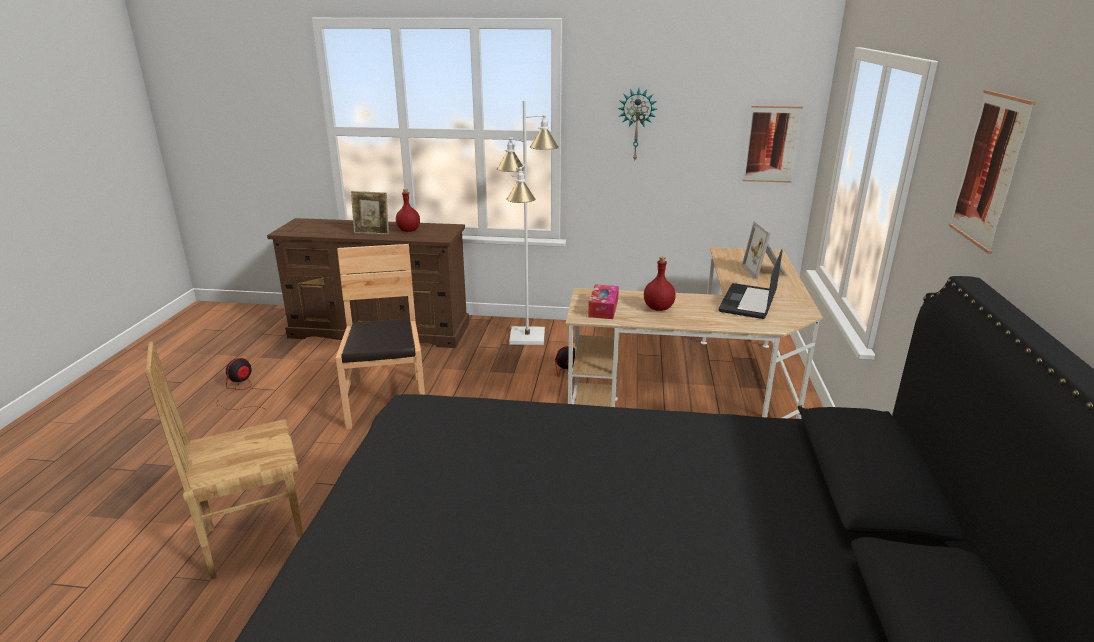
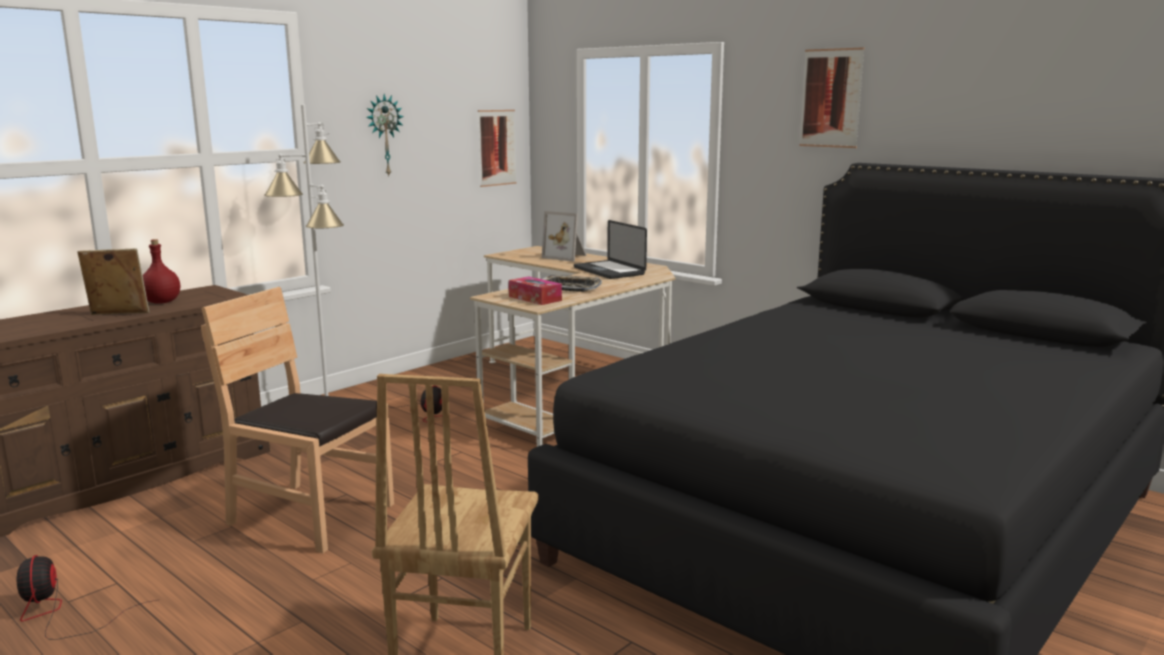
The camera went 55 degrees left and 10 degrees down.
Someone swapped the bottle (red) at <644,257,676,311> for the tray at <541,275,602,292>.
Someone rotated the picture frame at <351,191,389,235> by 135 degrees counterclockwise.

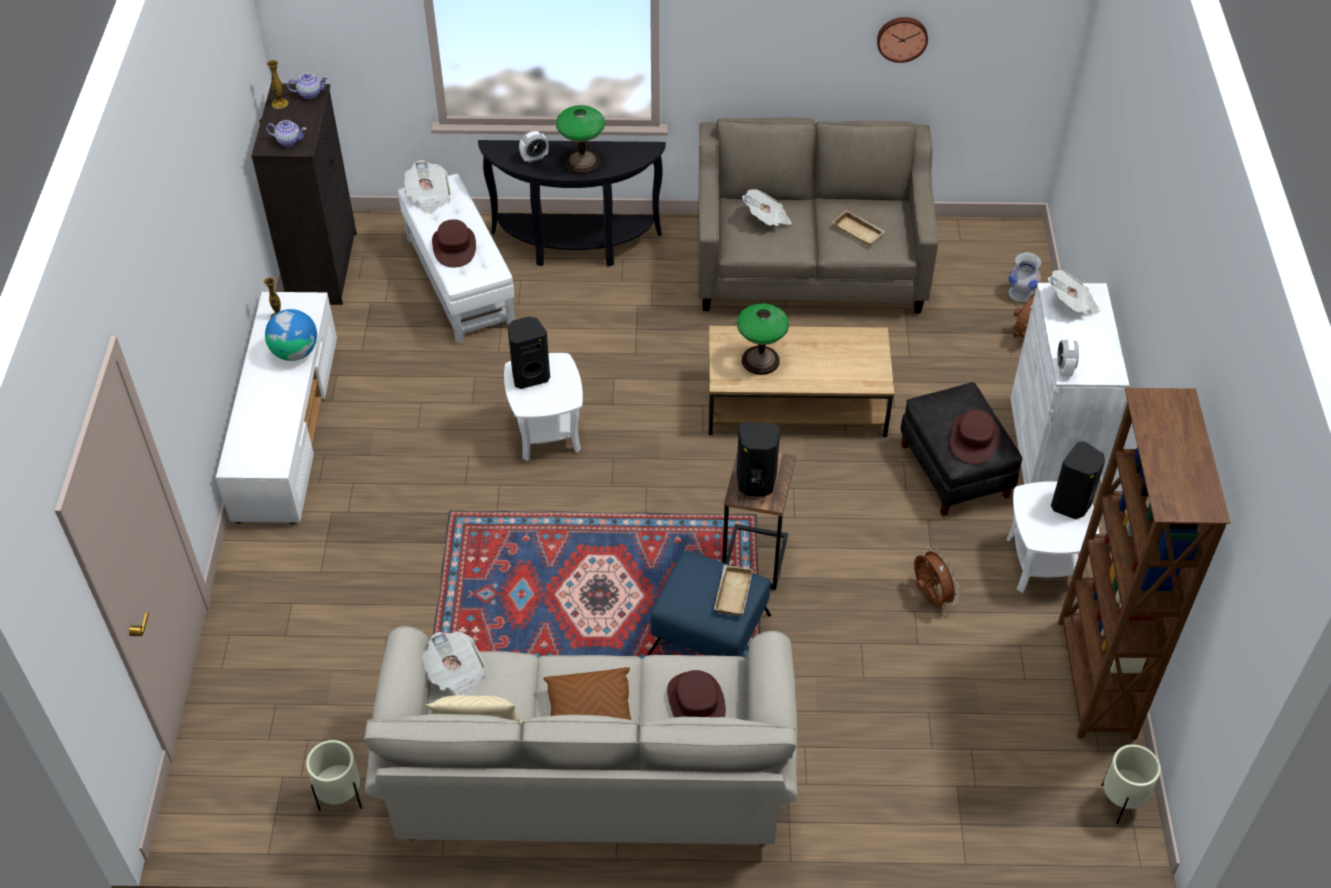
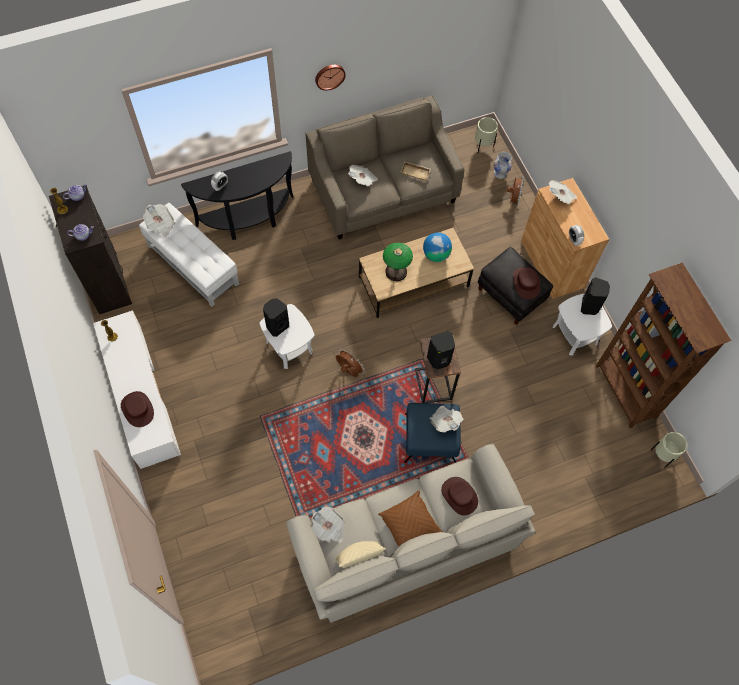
The camera went 25 degrees left and 15 degrees up.
Someone took away the table lamp at <556,105,605,175>.
Someone carried the globe from <265,309,317,361> to <423,233,452,262>.
Someone carried the planter (beige) from <306,740,362,811> to <475,117,498,152>.
Someone carried the hat (brown) from <432,219,476,267> to <121,391,154,427>.
Someone carried the wall clock from <877,17,928,63> to <315,65,346,91>.
Someone carried the fan (brown) from <914,547,959,607> to <336,348,365,377>.
Someone swapped the tray (beige) at <714,565,753,616> for the newspaper at <429,406,463,432>.
Someone repainted the cabinet (white) at <1010,283,1129,497>, which became the cabinet (brown) at <521,178,609,299>.

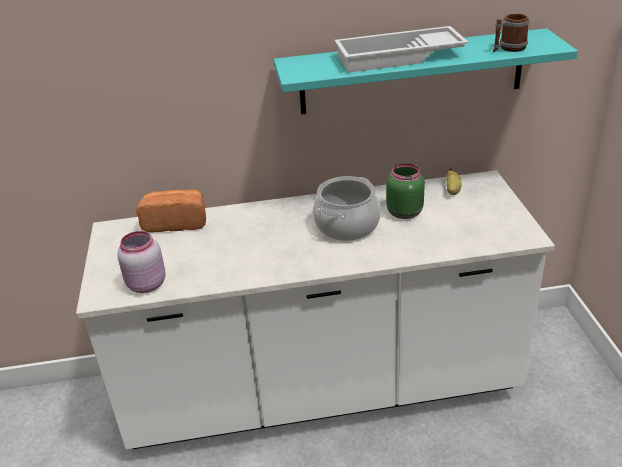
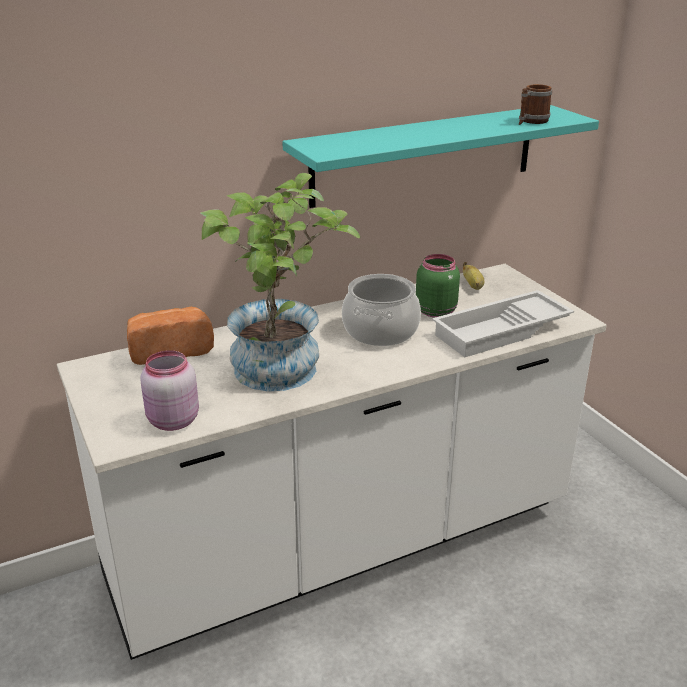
The camera went 20 degrees left and 5 degrees down.
Someone put down the potted plant at <200,173,360,392>.
Someone carried the tray (white) from <334,26,468,73> to <432,290,574,357>.

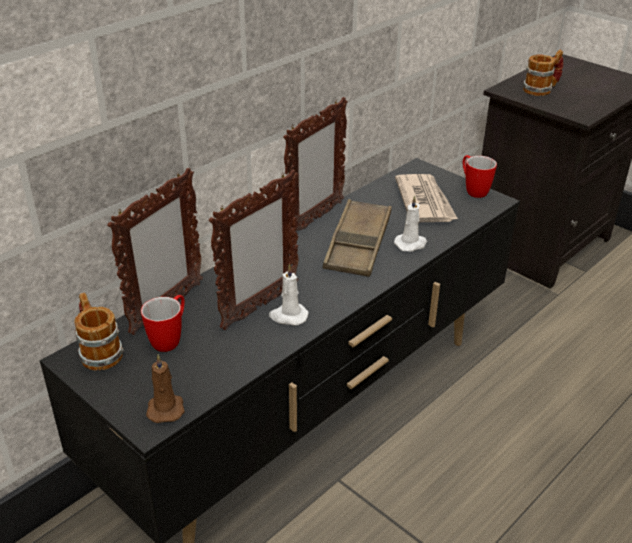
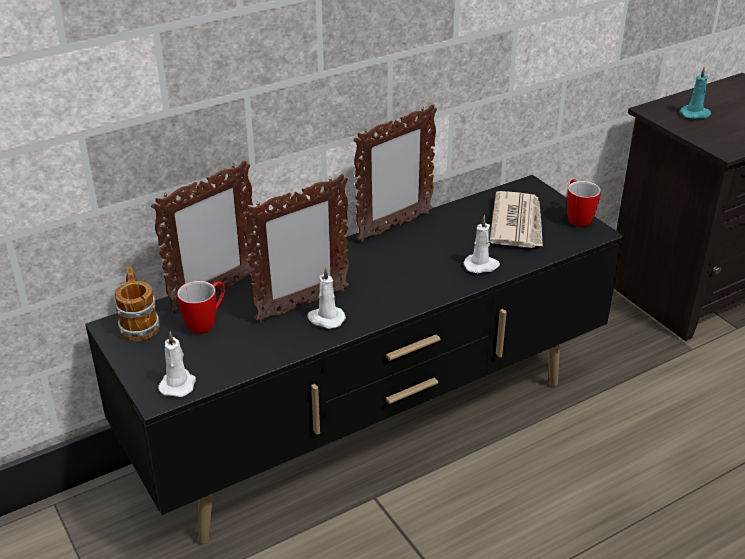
The camera went 15 degrees right and 0 degrees up.
Someone took away the tray (brown) at <322,199,392,277>.
Someone swapped the mug at <523,50,563,96> for the candle (turquoise) at <680,66,711,119>.
Someone repainted the candle (brown) at <146,354,185,423>, which became the candle (white) at <158,331,196,397>.

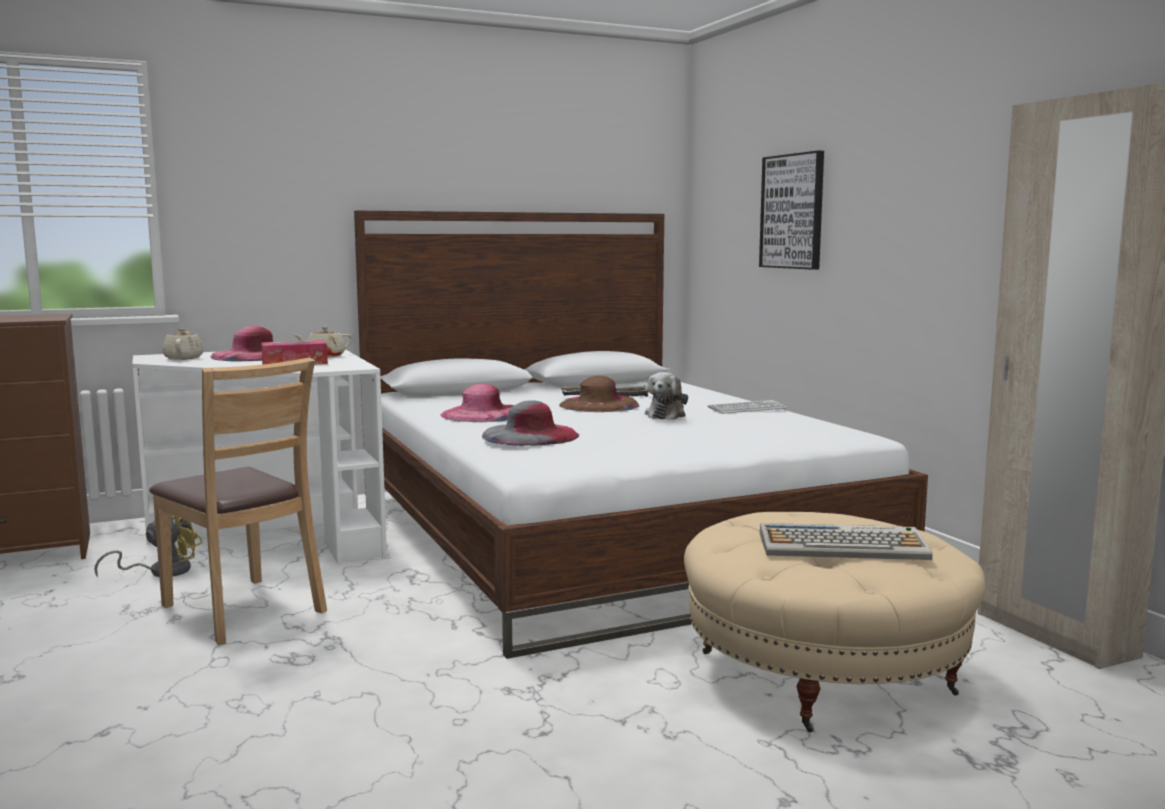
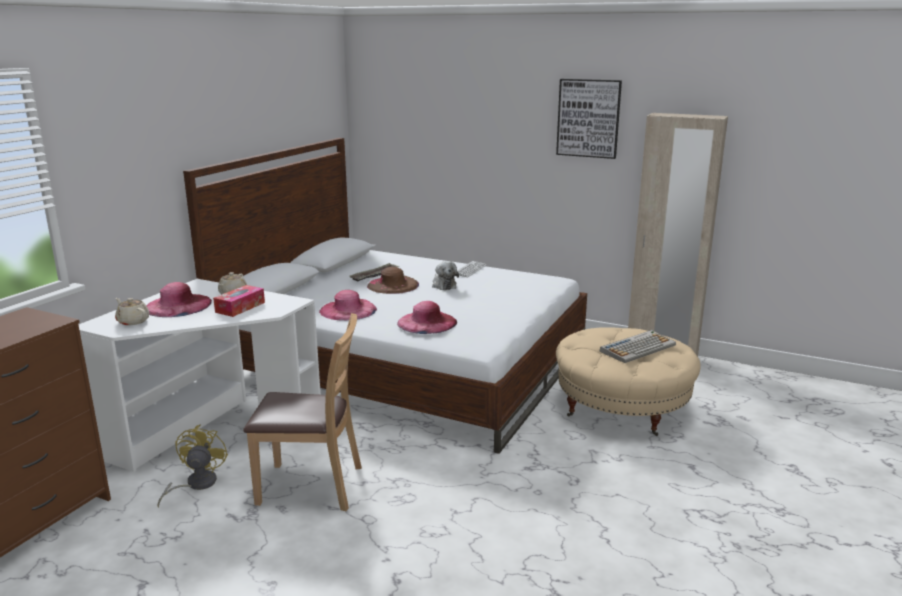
The camera went 40 degrees left and 10 degrees up.
Someone carried the picture from <759,150,824,270> to <556,79,622,159>.
Someone repainted the hat (grey) at <482,400,579,446>, which became the hat (pink) at <397,301,457,334>.

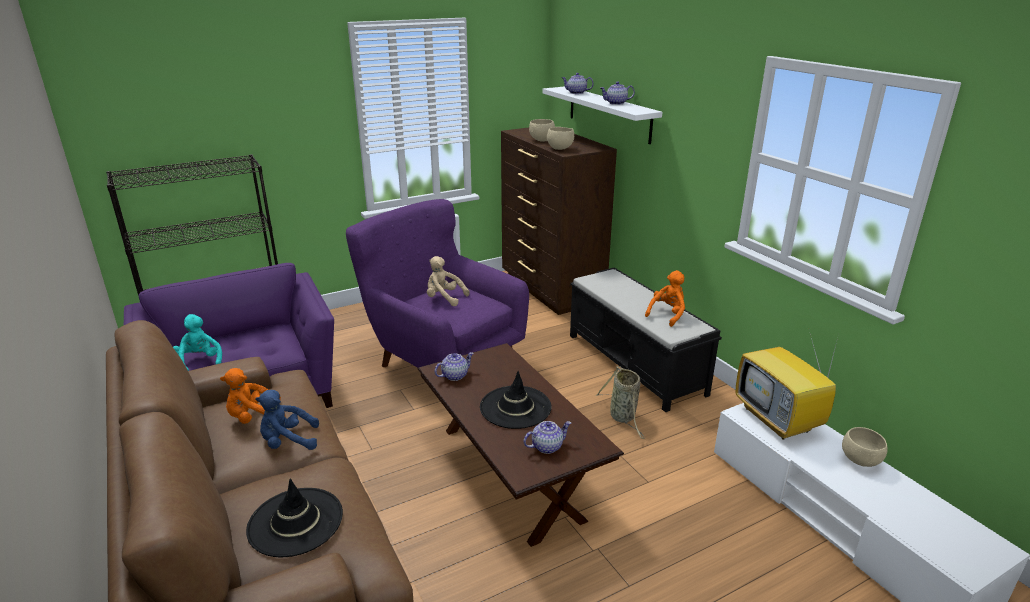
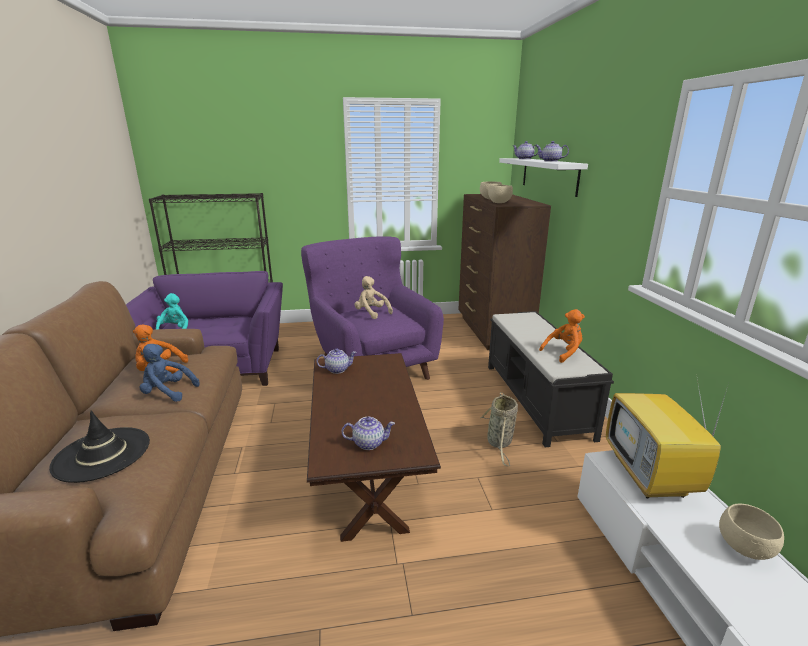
The camera went 20 degrees right and 5 degrees down.
Someone took away the hat (black) at <480,371,552,429>.

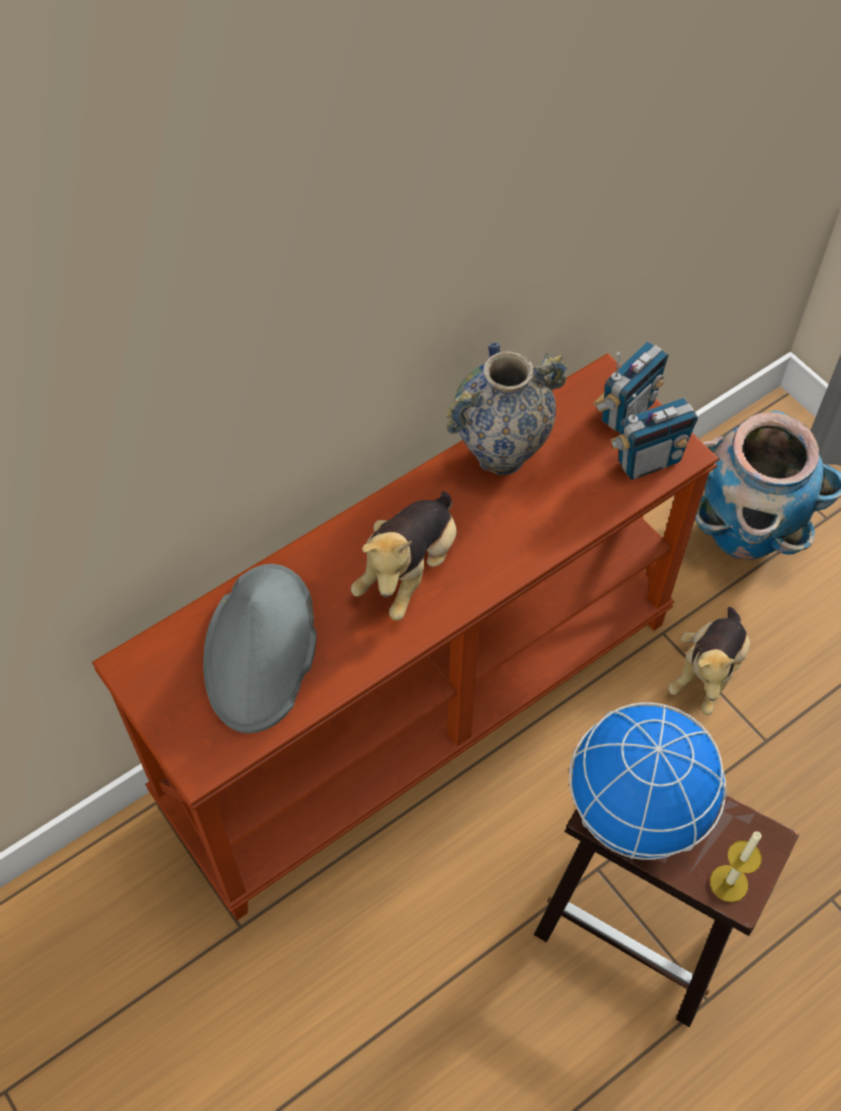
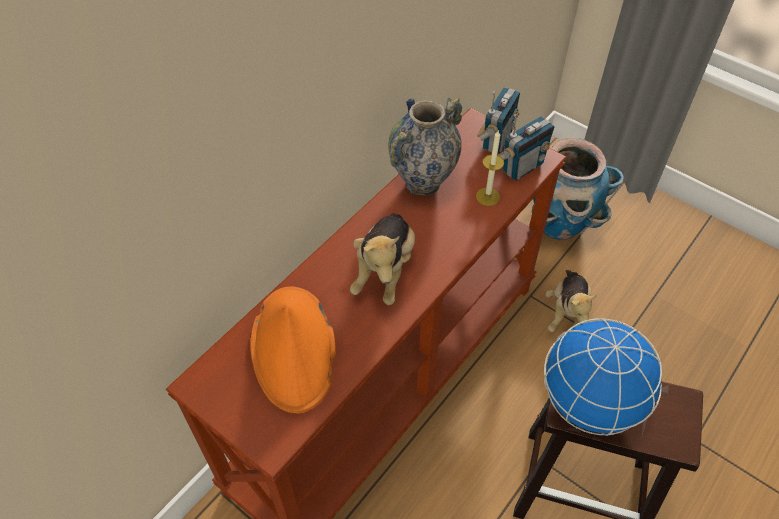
The camera went 15 degrees left and 5 degrees down.
Someone carried the candle from <710,832,762,902> to <476,131,504,206>.
Someone repainted the hat (grey) at <203,564,316,733>, which became the hat (orange) at <250,287,336,413>.

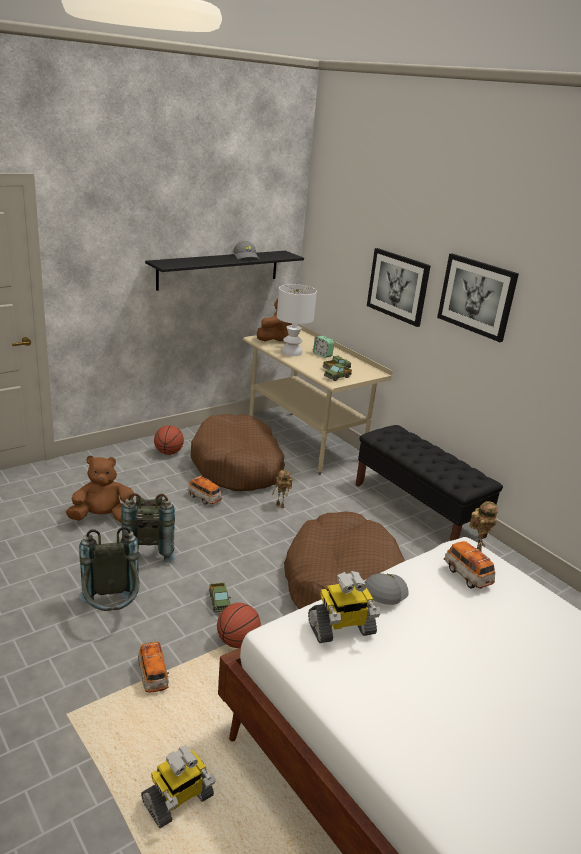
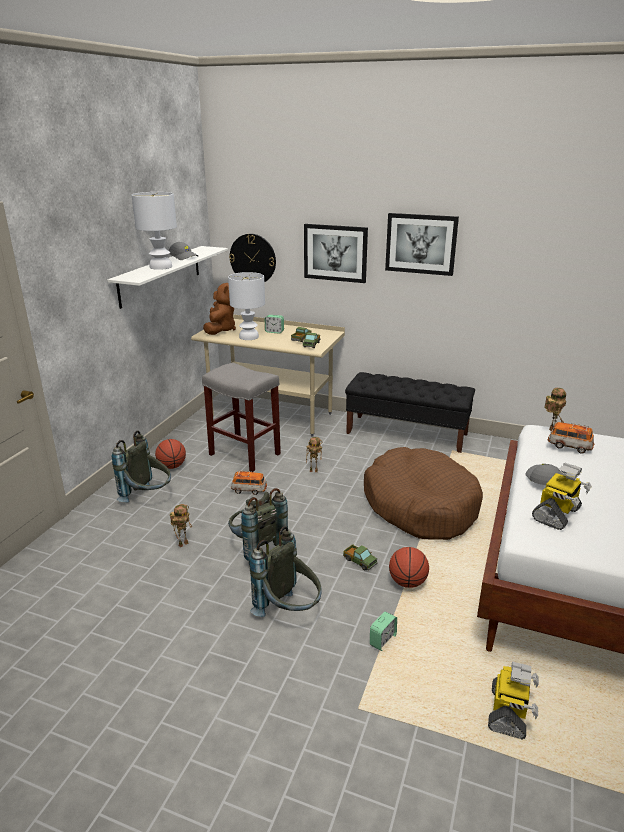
The camera went 30 degrees left and 0 degrees up.
Someone put down the backpack (grey) at <112,431,171,502>.
Someone put down the table lamp (white) at <132,192,177,270>.
Someone put up the wall clock at <229,234,276,282>.
Someone swapped the plush toy (brown) at <66,455,134,522> for the toy robot at <170,504,192,547>.
Someone swapped the toy car at <138,642,169,692> for the alarm clock at <370,611,397,651>.
Someone swapped the dog bed (brown) at <191,414,285,491> for the stool (grey) at <202,363,281,472>.
Someone repainted the shelf (black) at <145,251,304,291>, which became the shelf (white) at <108,246,228,309>.

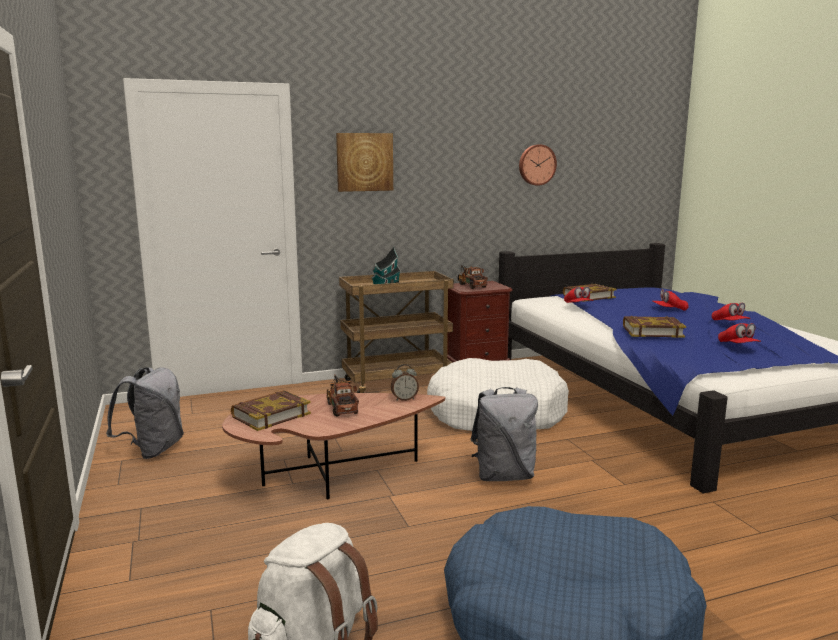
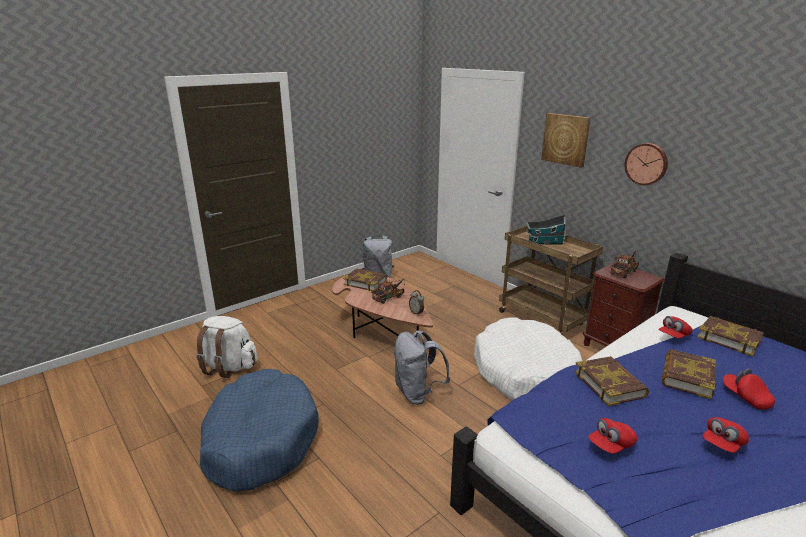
The camera went 70 degrees right and 10 degrees up.
Someone put down the book at <662,349,716,399>.
Someone carried the wall clock from <519,144,557,186> to <624,143,668,185>.

